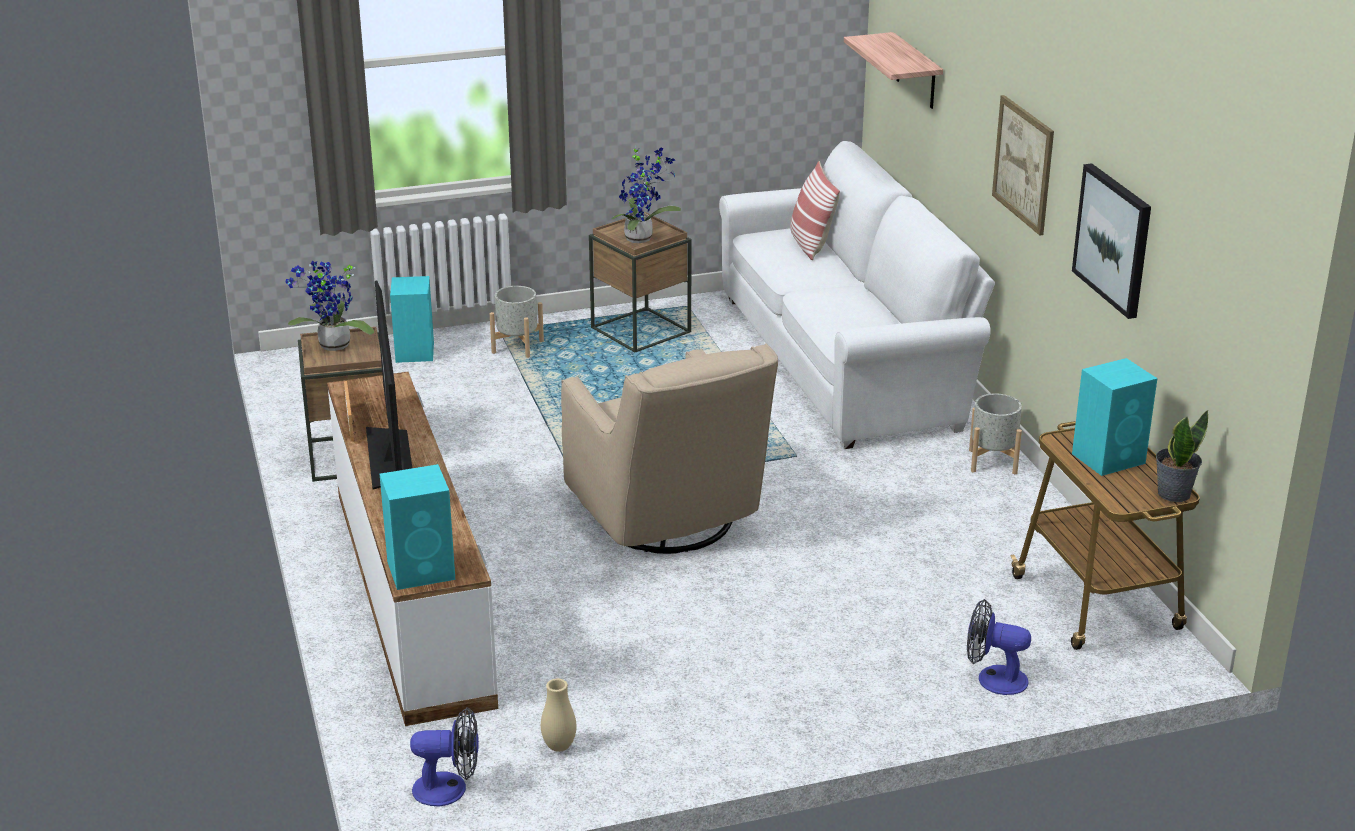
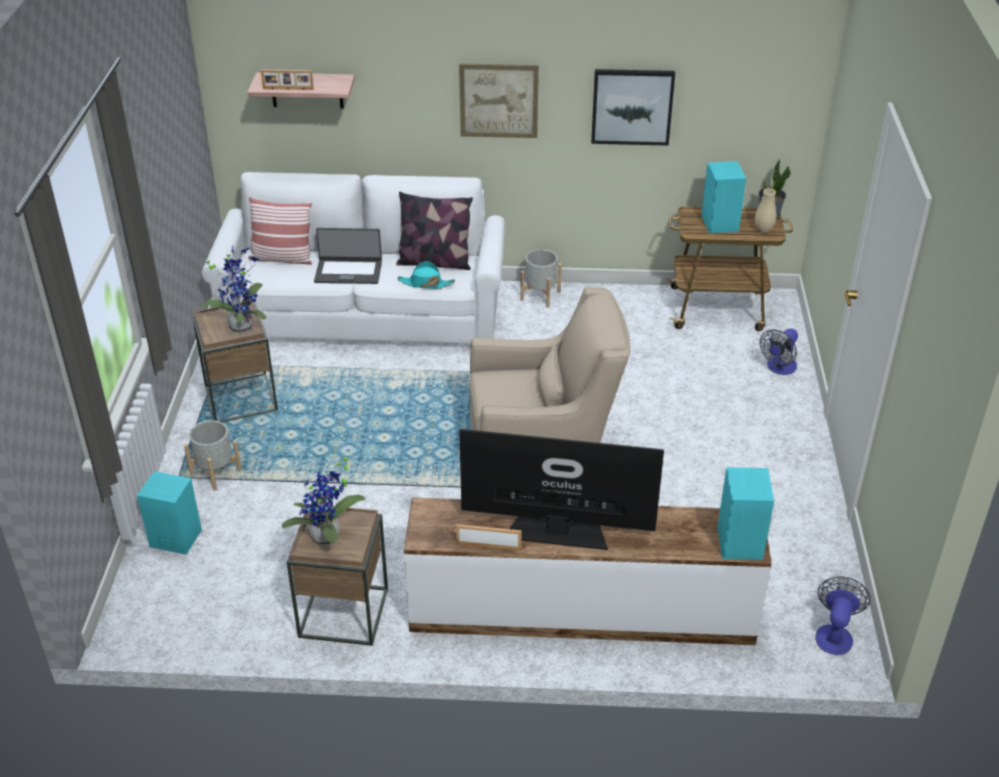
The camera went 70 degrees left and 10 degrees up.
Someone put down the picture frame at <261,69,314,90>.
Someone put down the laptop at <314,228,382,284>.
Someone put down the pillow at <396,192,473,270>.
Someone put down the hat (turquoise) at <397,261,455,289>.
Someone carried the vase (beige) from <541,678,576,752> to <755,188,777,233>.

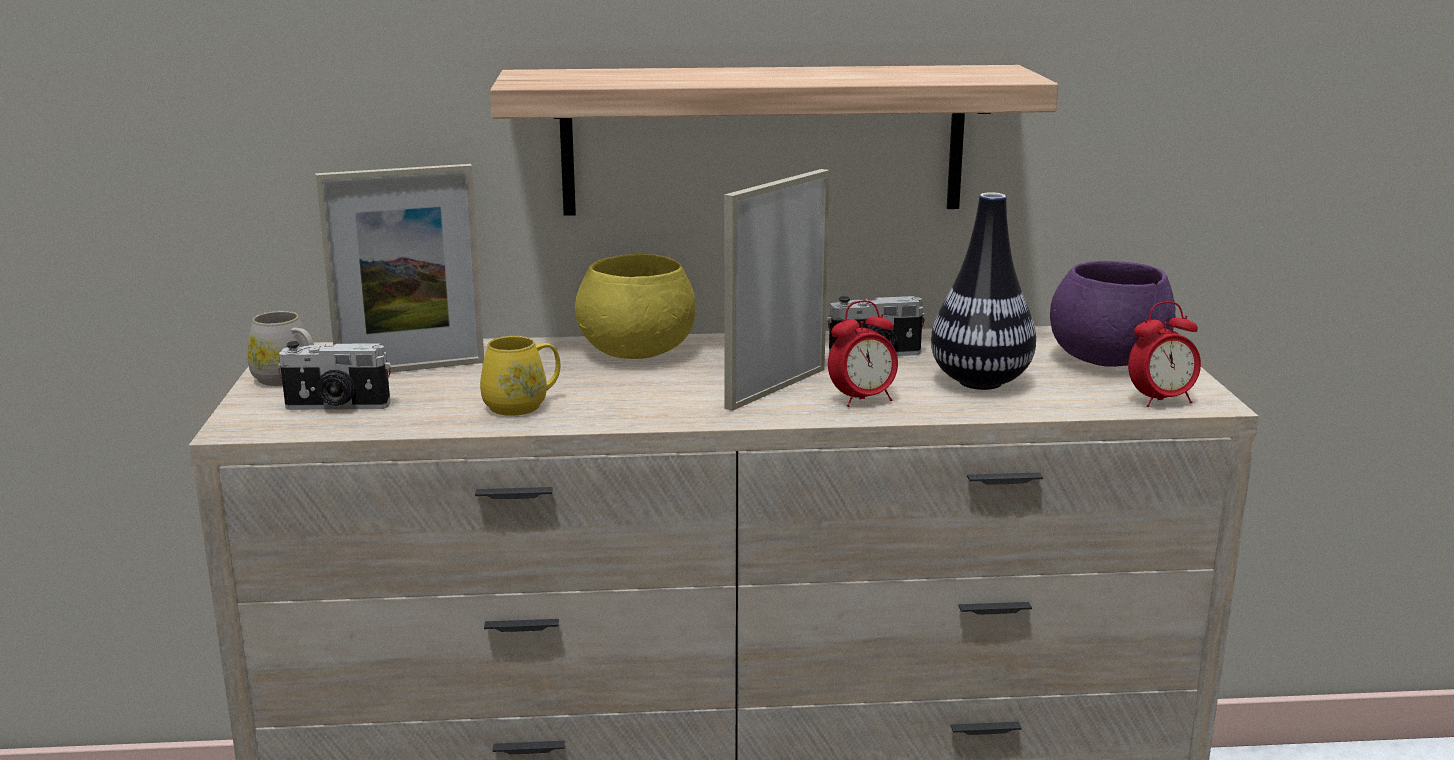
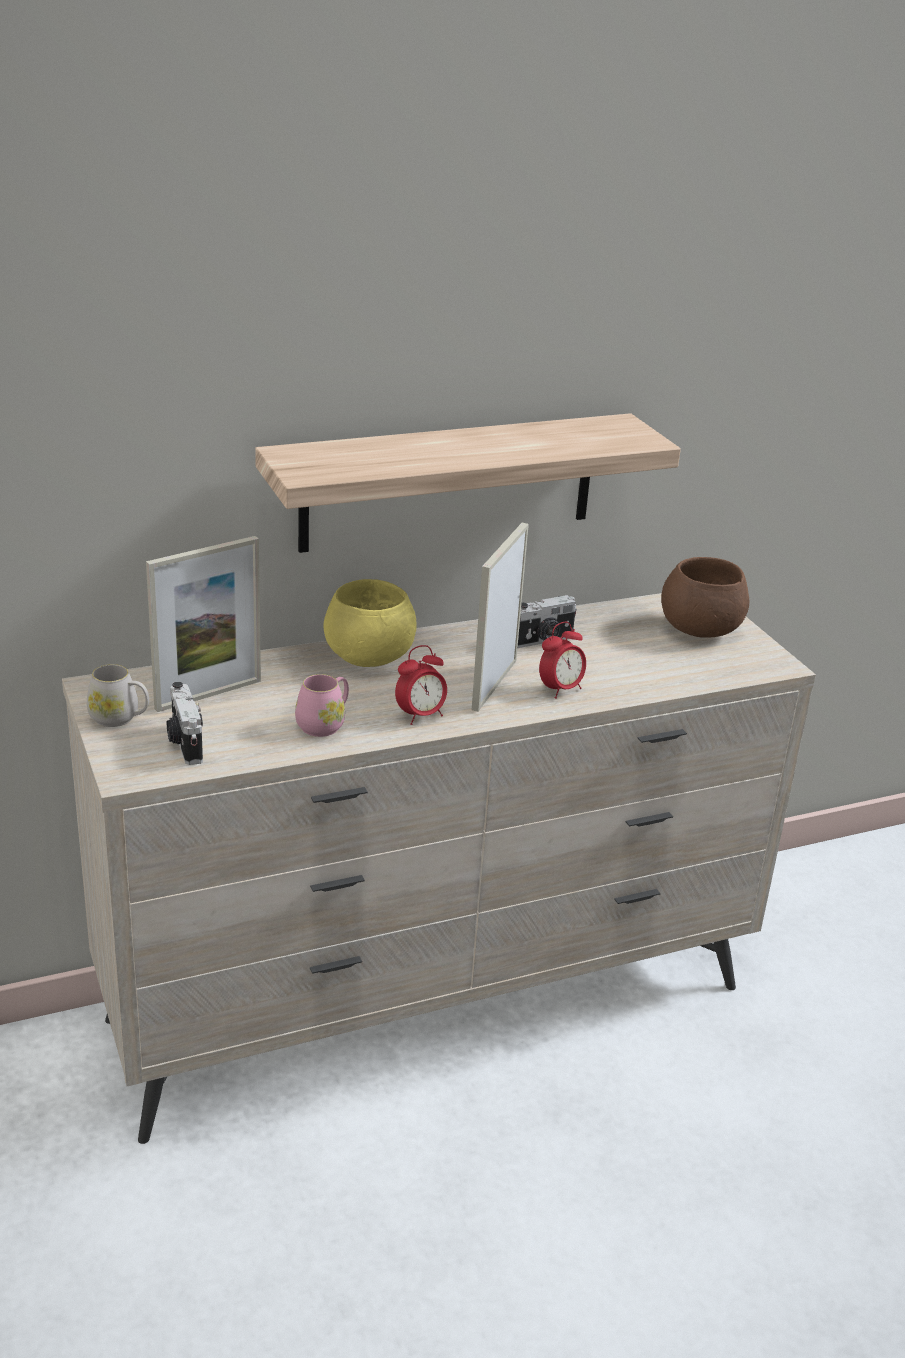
The camera went 20 degrees left and 10 degrees up.
Someone took away the vase at <931,192,1036,390>.
Someone carried the alarm clock from <1128,301,1201,407> to <395,645,447,725>.
Someone repainted the mug (yellow) at <480,336,560,416>, which became the mug (pink) at <295,674,349,737>.
Someone repainted the bowl (purple) at <1050,261,1176,367>, which became the bowl (brown) at <661,557,749,638>.
Someone rotated the photo camera at <278,341,391,410> by 90 degrees clockwise.

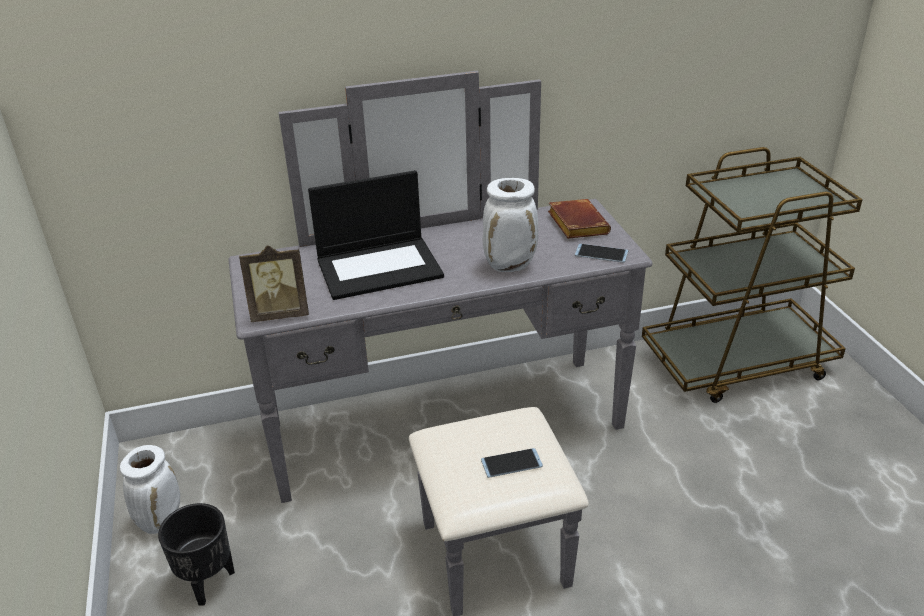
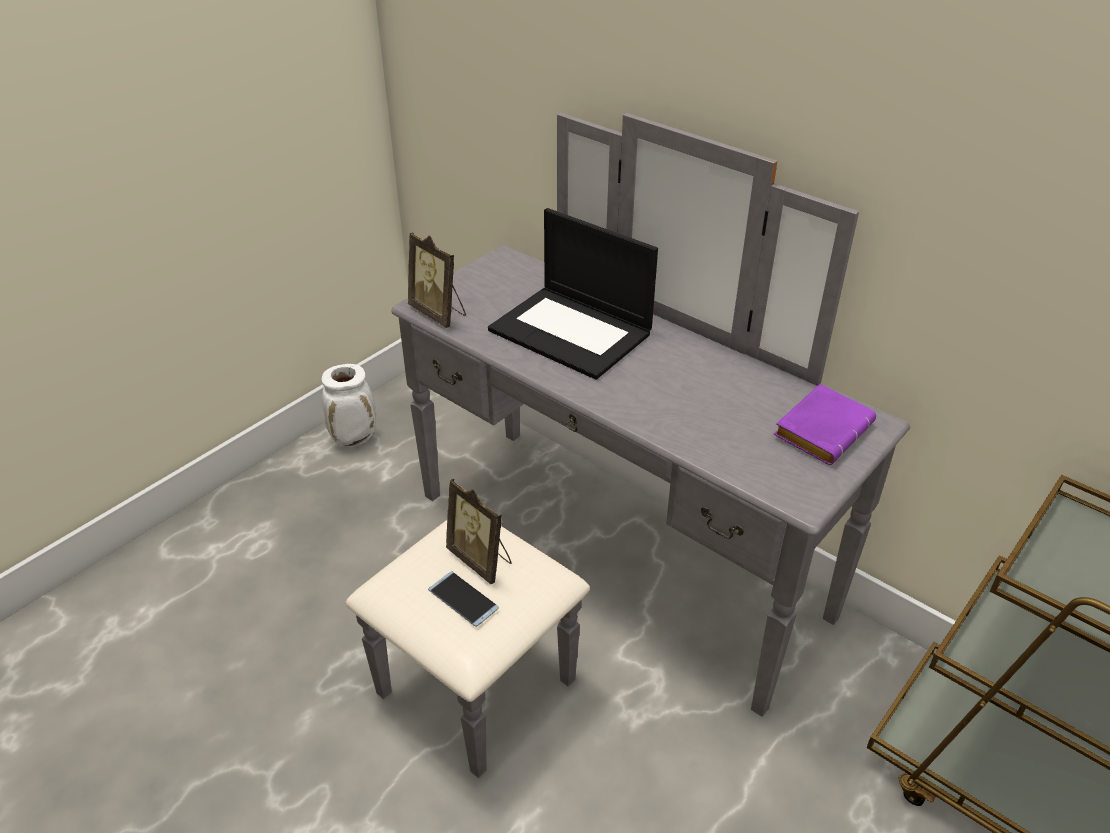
The camera went 55 degrees right and 5 degrees up.
Someone took away the planter (black) at <158,503,235,606>.
Someone took away the vase (white) at <483,178,538,272>.
Someone took away the phone at <575,244,628,263>.
Someone put down the picture frame at <446,478,512,585>.
Someone repainted the book (brown) at <548,199,611,239>, which became the book (purple) at <773,384,876,465>.

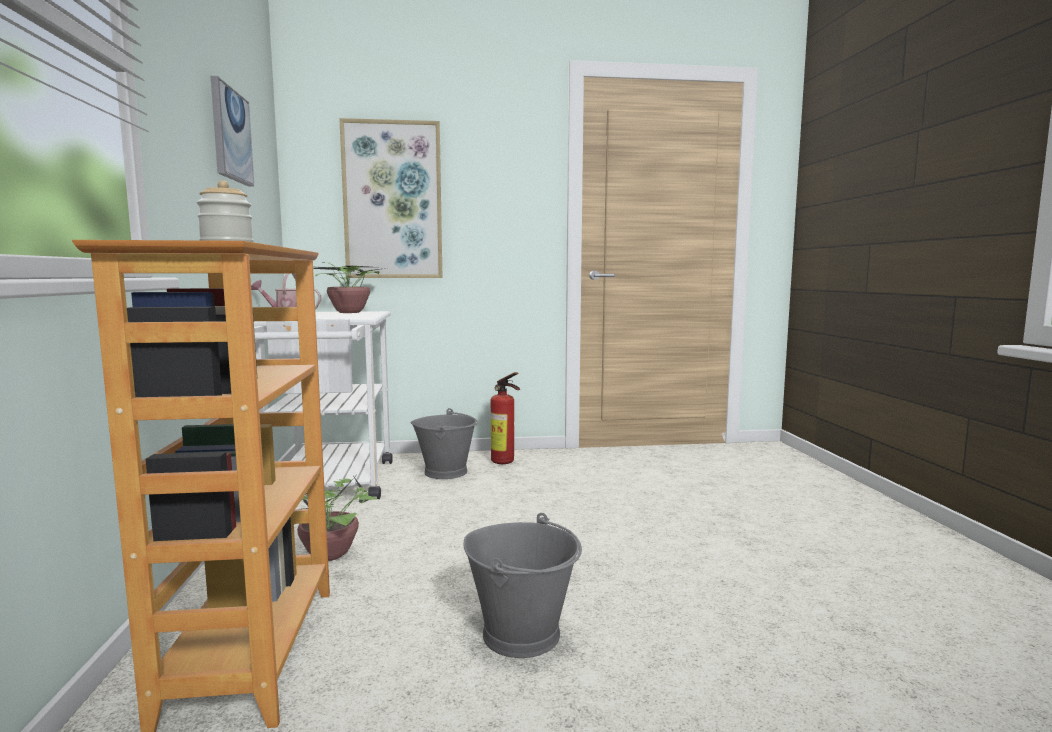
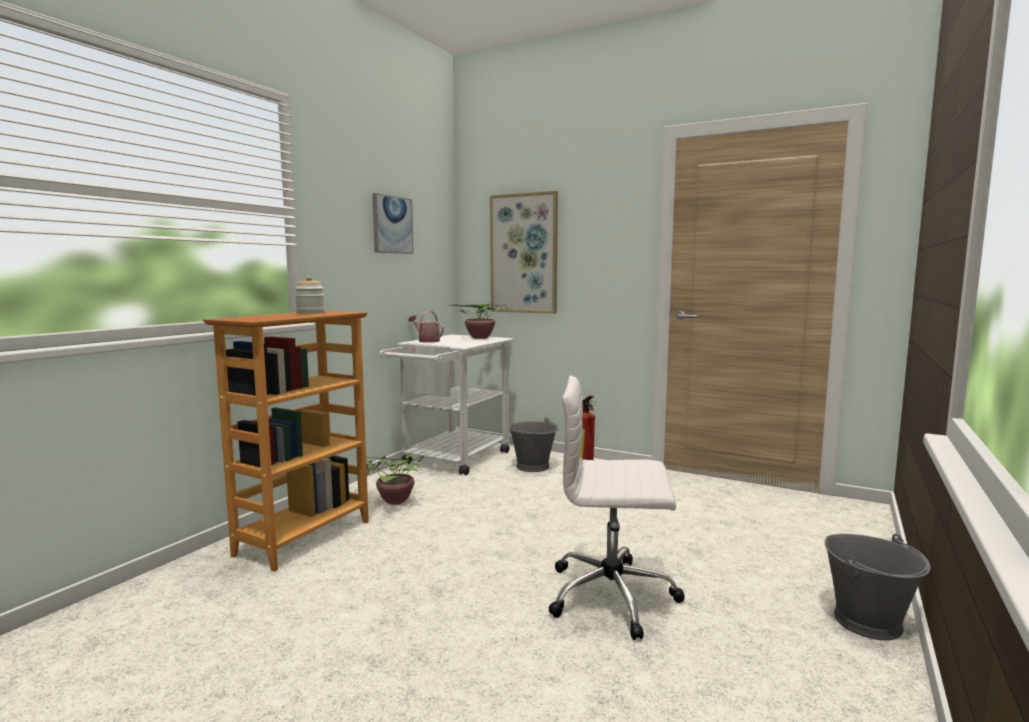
The camera went 35 degrees right and 0 degrees up.
Someone put down the office chair (white) at <548,375,685,640>.
Someone carried the bucket (grey) from <464,513,582,658> to <825,534,931,640>.

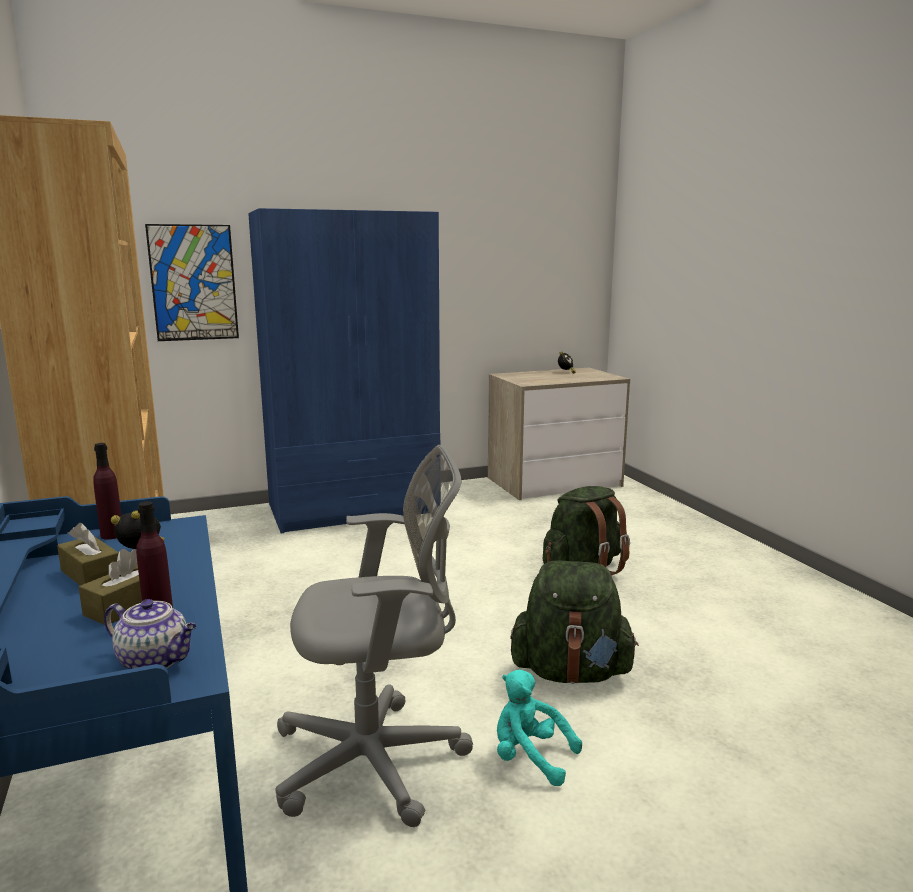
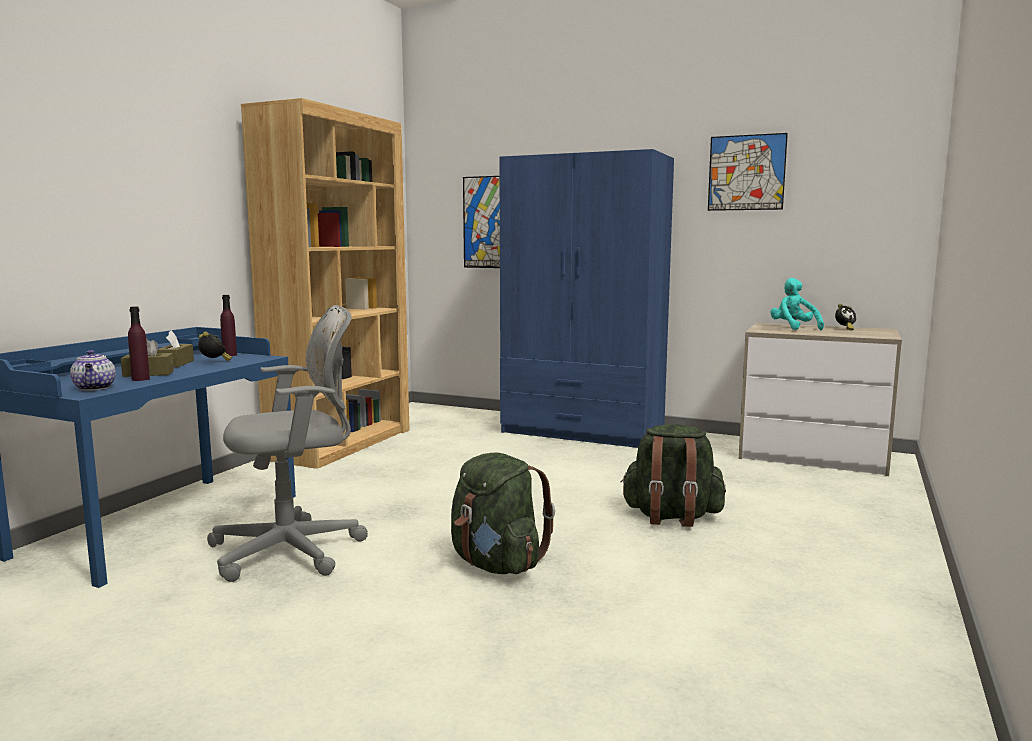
The camera went 45 degrees right and 5 degrees down.
Someone put up the picture at <708,133,788,211>.
Someone carried the plush toy (turquoise) from <497,670,582,786> to <770,278,824,330>.
Someone rotated the office chair (grey) at <275,445,473,827> by 60 degrees counterclockwise.

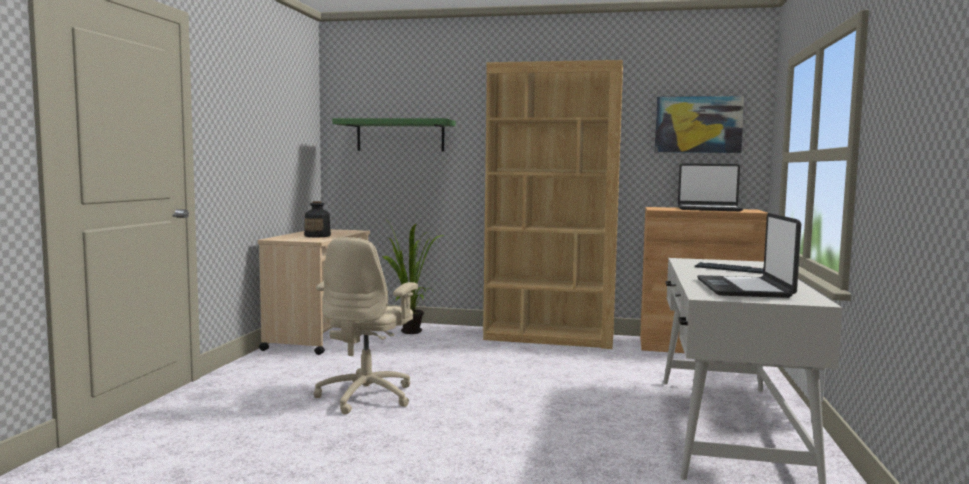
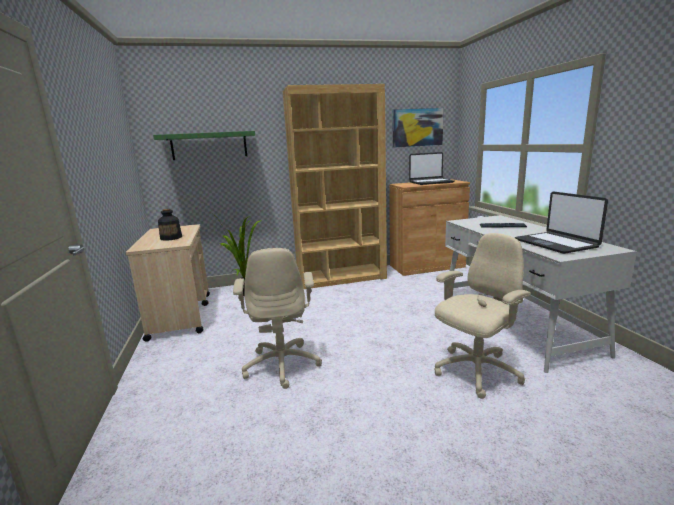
The camera went 25 degrees left and 10 degrees up.
Someone put down the office chair (beige) at <434,233,531,399>.

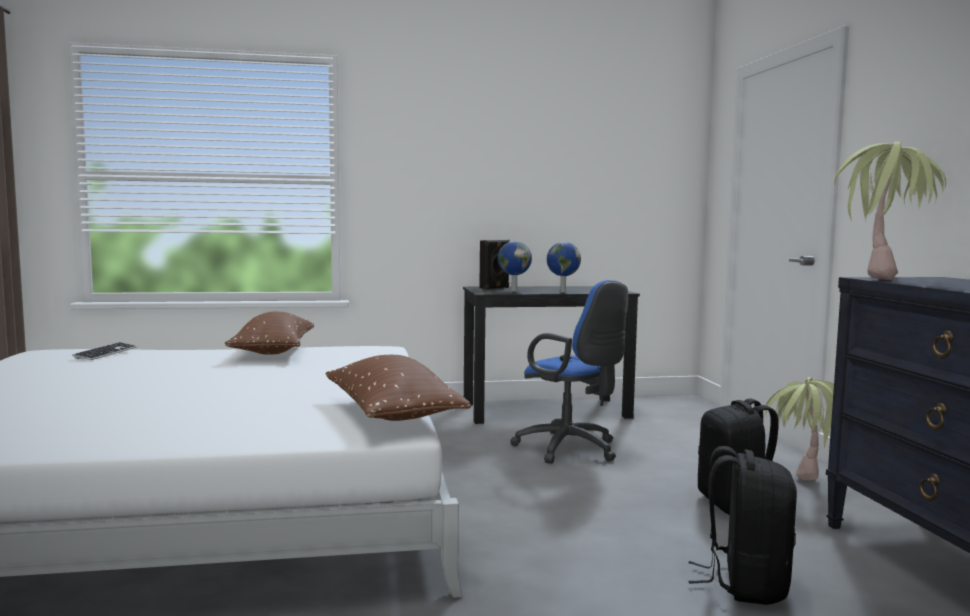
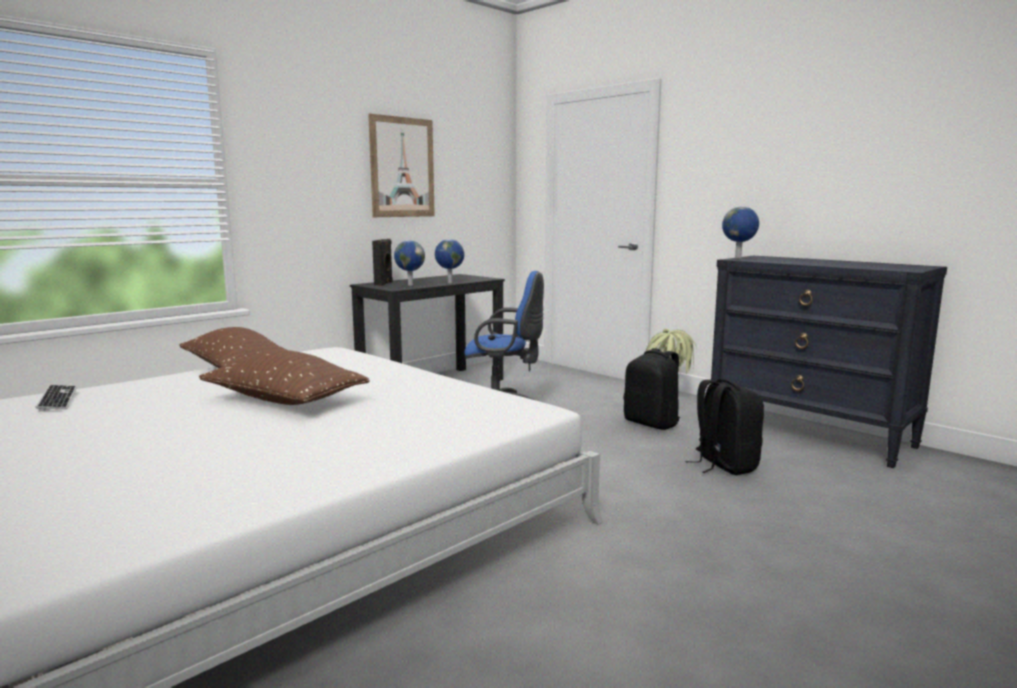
The camera went 35 degrees left and 5 degrees up.
Someone put up the picture at <368,114,435,217>.
Someone carried the pillow (brown) from <325,355,471,421> to <199,350,370,405>.
Someone swapped the potted plant at <834,142,946,280> for the globe at <722,206,759,259>.

